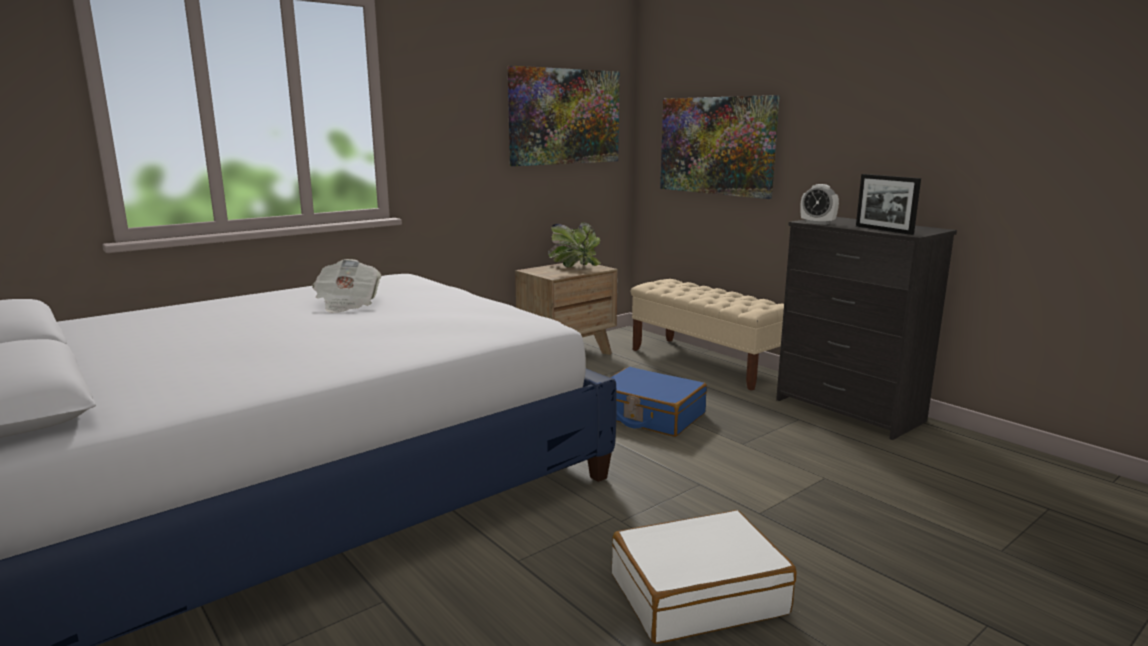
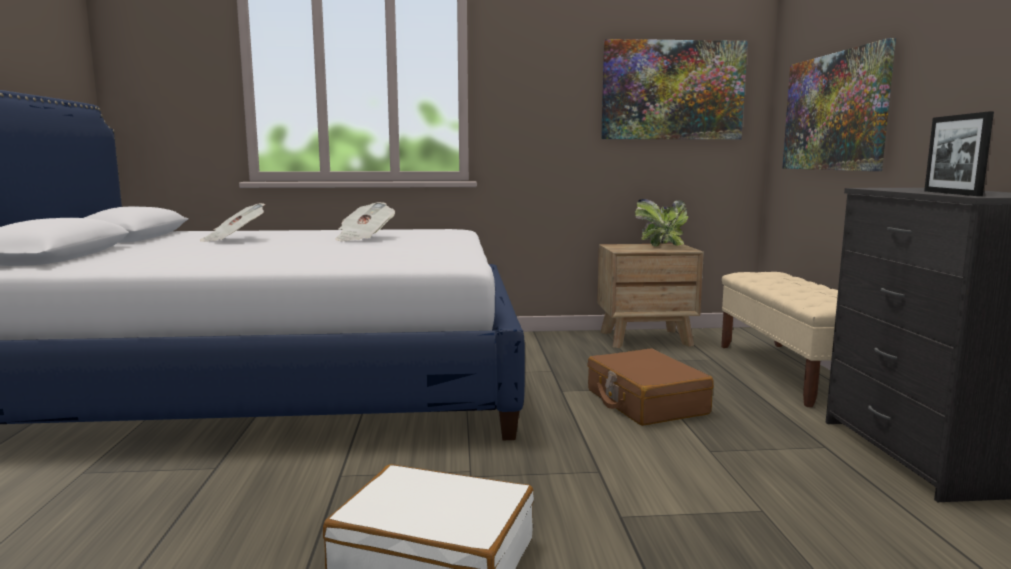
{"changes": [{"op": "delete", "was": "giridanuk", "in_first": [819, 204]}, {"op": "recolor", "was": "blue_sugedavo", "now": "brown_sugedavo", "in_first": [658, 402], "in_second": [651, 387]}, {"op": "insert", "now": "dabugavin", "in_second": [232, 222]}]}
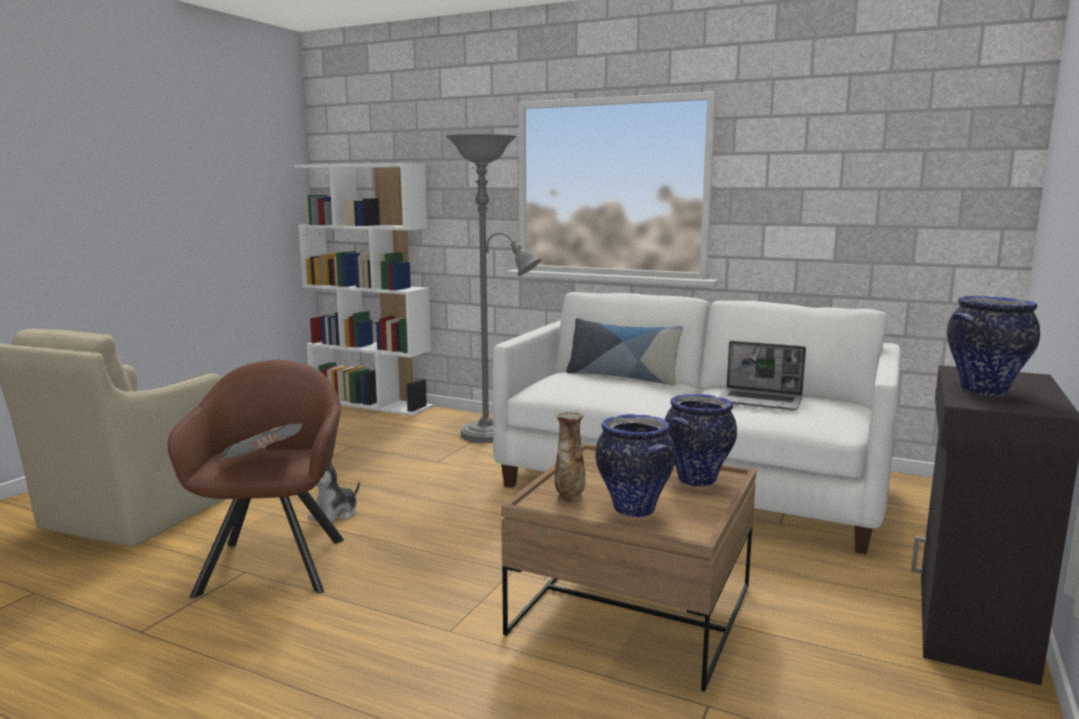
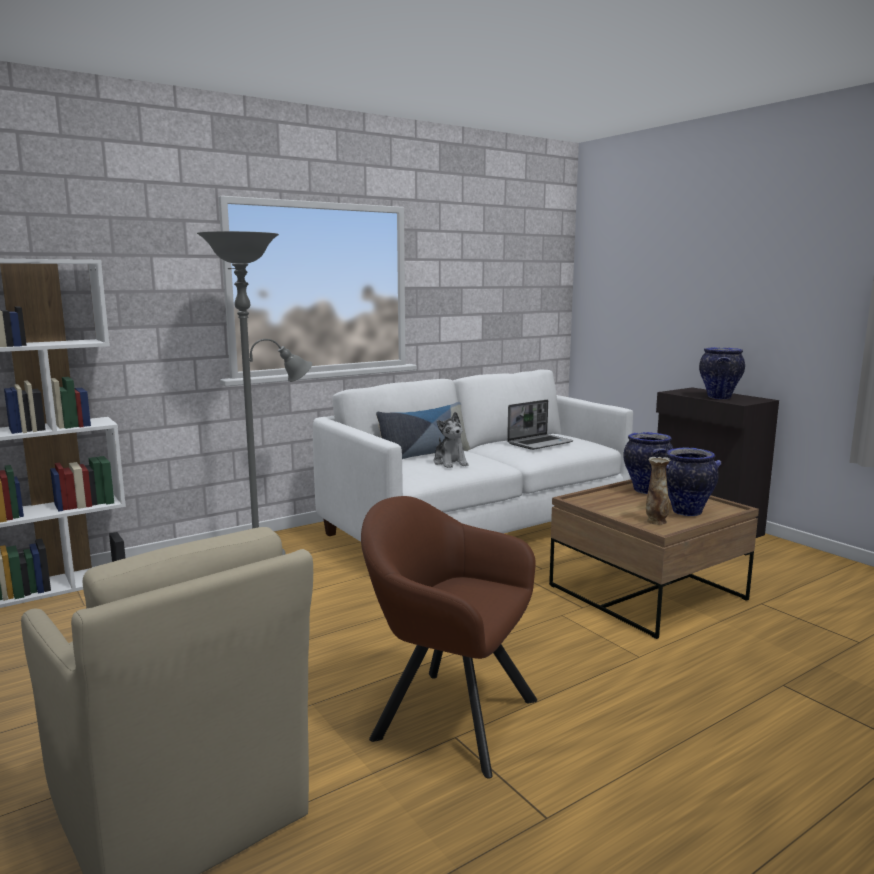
{"changes": [{"op": "delete", "was": "dabugavin", "in_first": [261, 441]}, {"op": "move", "was": "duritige", "in_first": [334, 492], "in_second": [451, 440]}]}
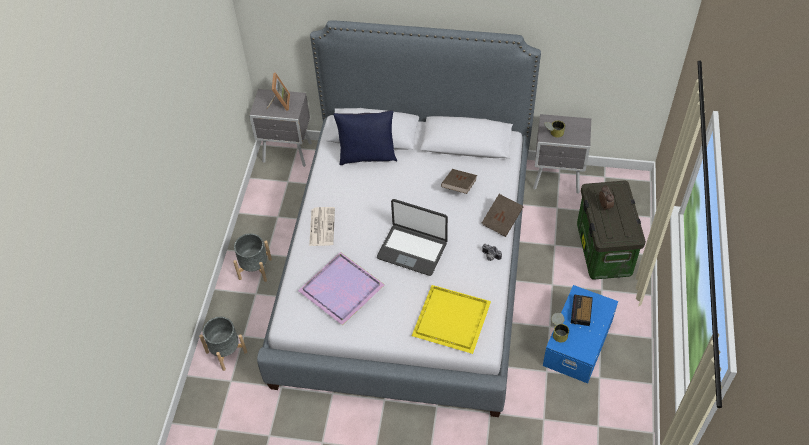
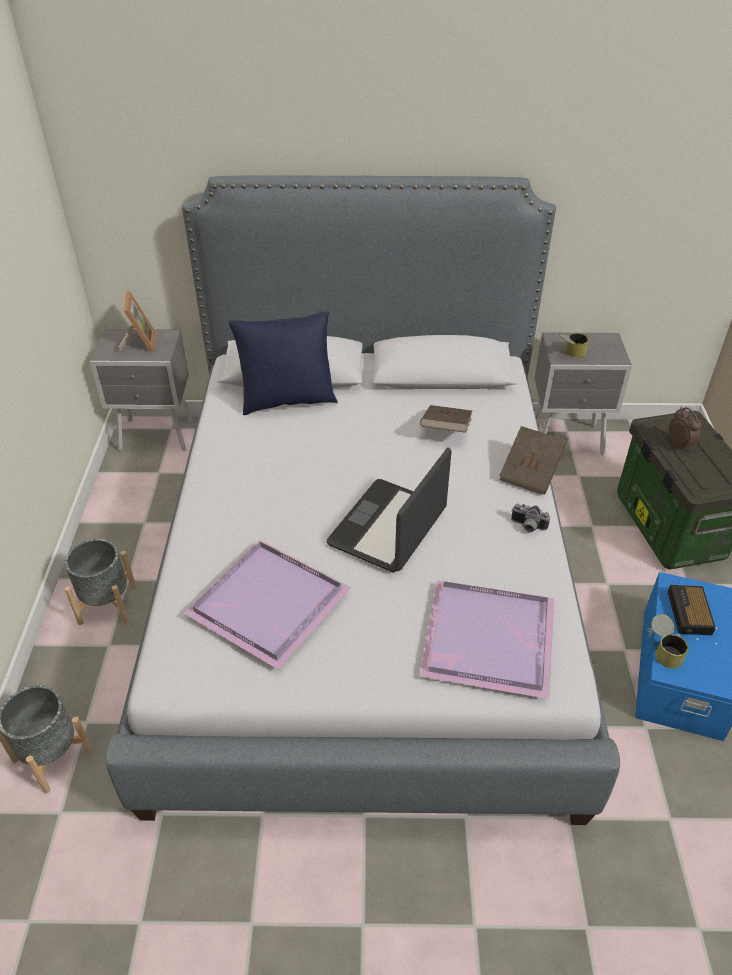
{"changes": [{"op": "rotate", "was": "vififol", "in_first": [412, 237], "in_second": [389, 509], "clockwise": 105}, {"op": "delete", "was": "dabugavin", "in_first": [322, 226]}, {"op": "recolor", "was": "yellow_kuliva", "now": "purple_kuliva", "in_first": [451, 319], "in_second": [486, 639]}]}
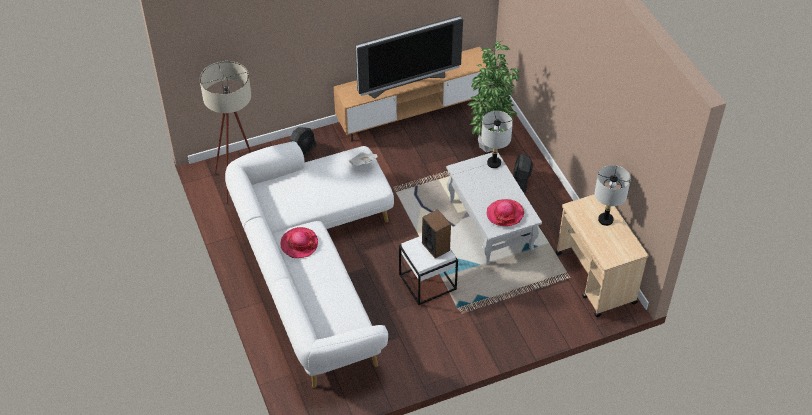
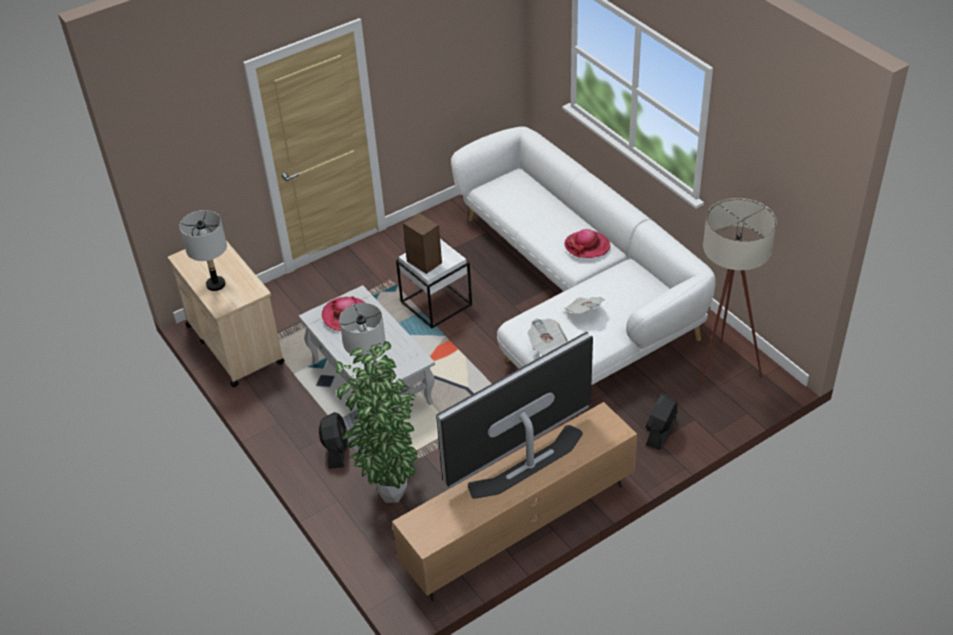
{"changes": [{"op": "insert", "now": "dabugavin", "in_second": [584, 305]}]}
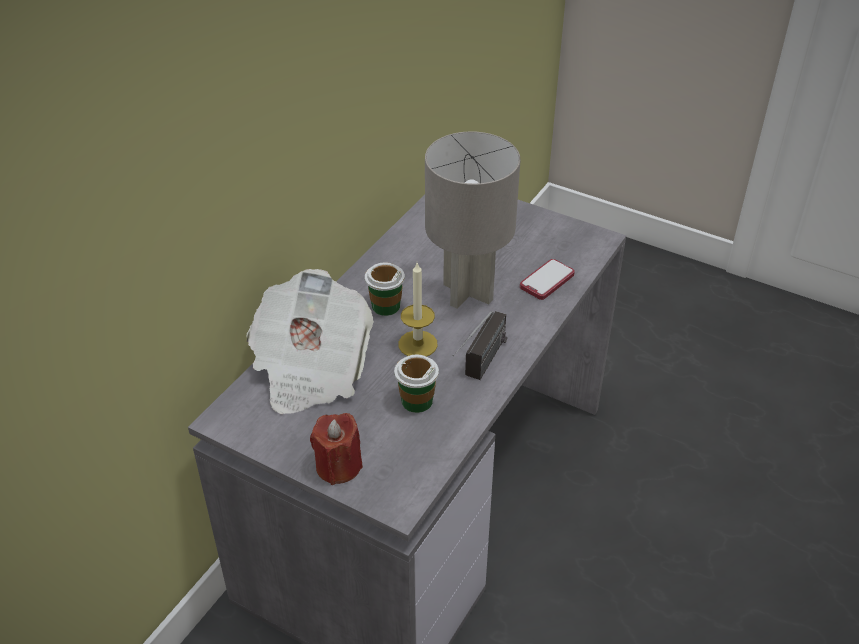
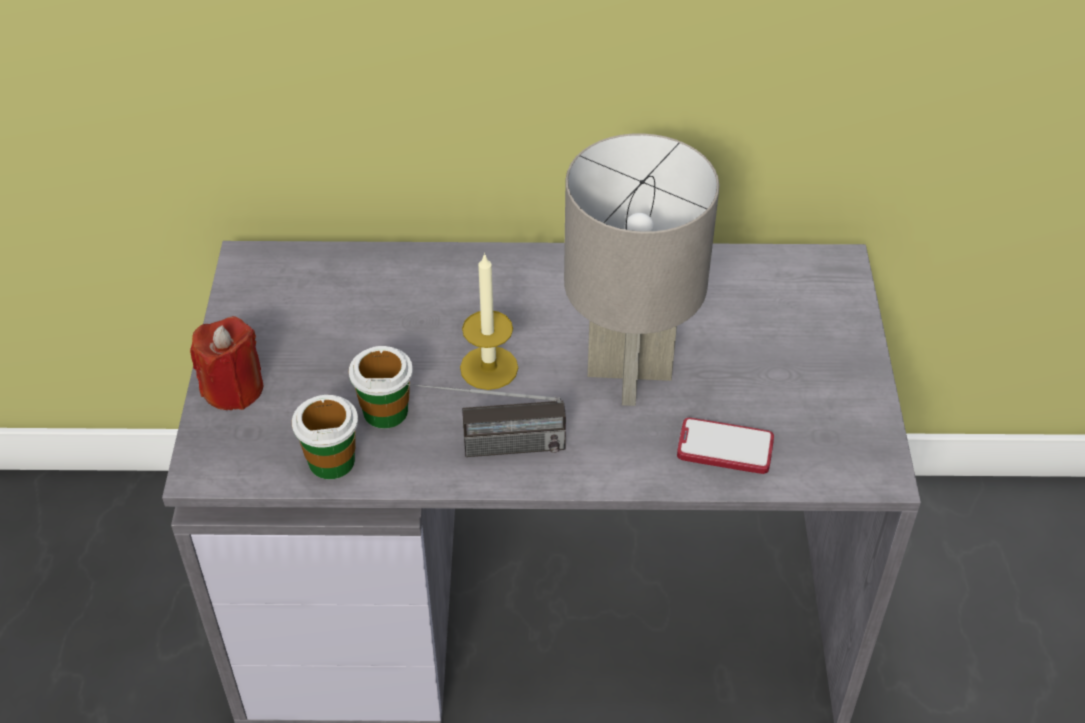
{"changes": [{"op": "move", "was": "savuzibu", "in_first": [385, 289], "in_second": [325, 437]}, {"op": "delete", "was": "dabugavin", "in_first": [310, 341]}]}
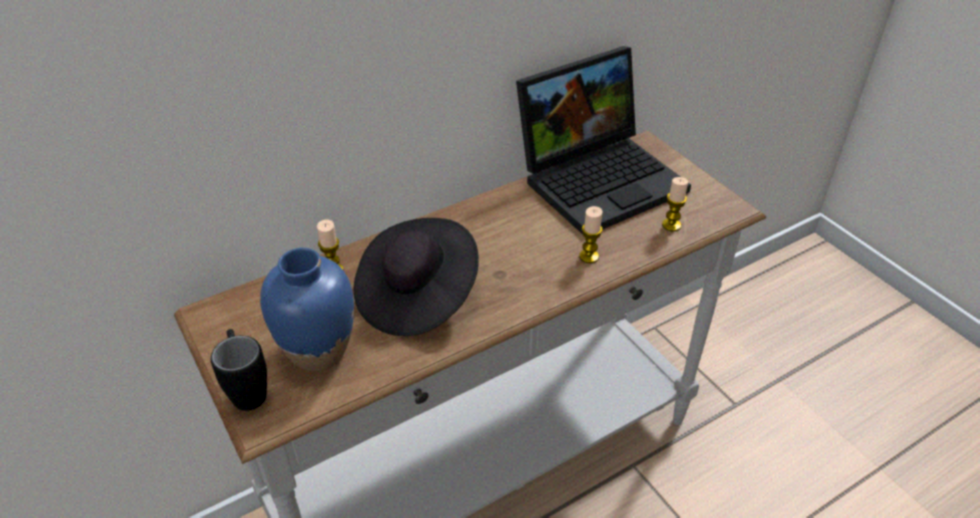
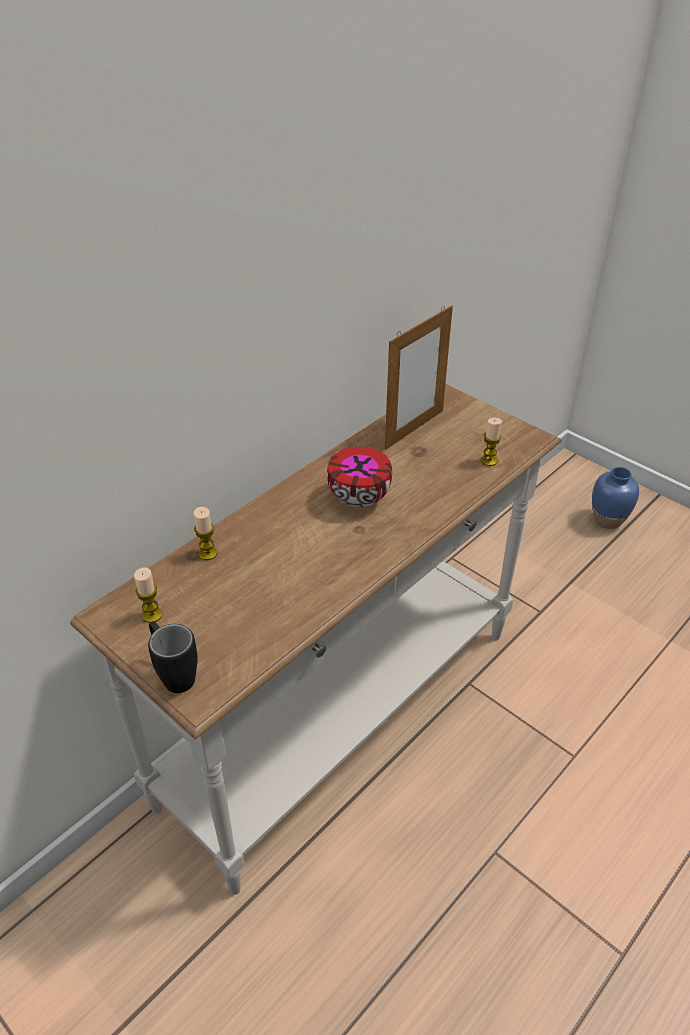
{"changes": [{"op": "replace", "was": "vififol", "now": "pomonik", "in_first": [603, 140], "in_second": [419, 377]}, {"op": "move", "was": "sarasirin", "in_first": [590, 234], "in_second": [148, 595]}, {"op": "delete", "was": "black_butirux", "in_first": [416, 277]}, {"op": "move", "was": "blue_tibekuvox", "in_first": [307, 309], "in_second": [615, 498]}, {"op": "insert", "now": "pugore", "in_second": [359, 477]}]}
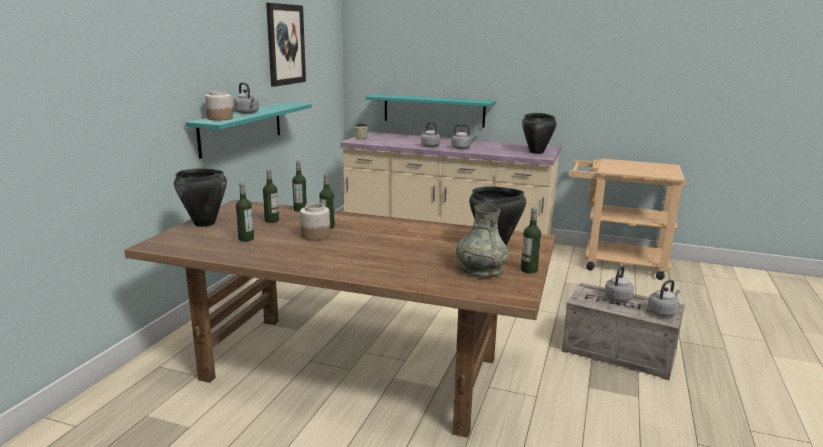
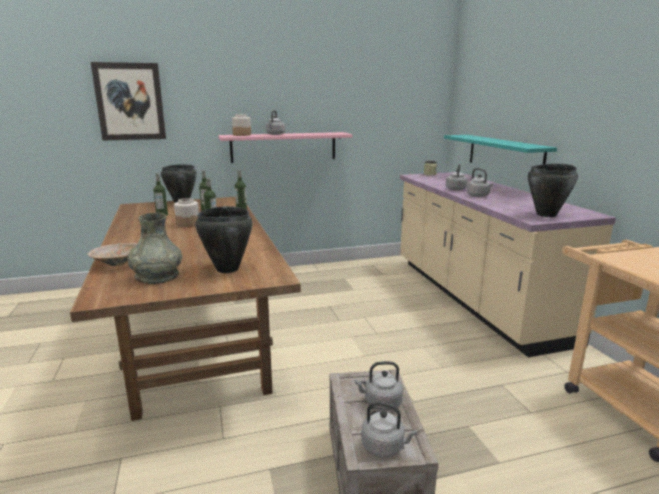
{"changes": [{"op": "move", "was": "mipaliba", "in_first": [286, 45], "in_second": [128, 101]}, {"op": "recolor", "was": "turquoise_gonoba", "now": "pink_gonoba", "in_first": [249, 130], "in_second": [285, 147]}, {"op": "delete", "was": "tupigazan", "in_first": [531, 241]}, {"op": "insert", "now": "beige_pugore", "in_second": [112, 254]}]}
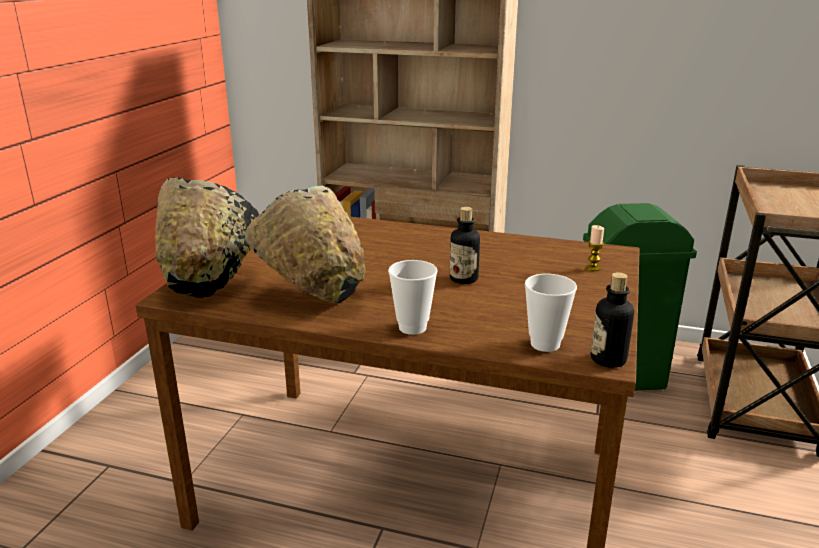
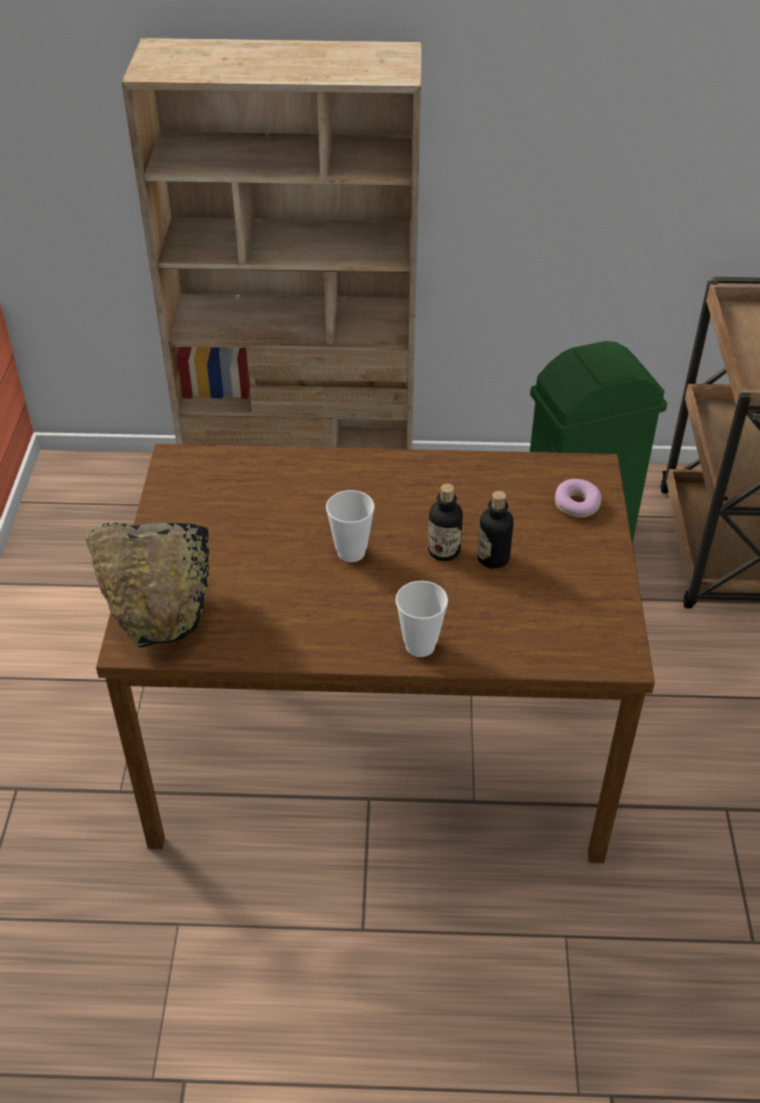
{"changes": [{"op": "delete", "was": "black_pugore", "in_first": [305, 244]}, {"op": "replace", "was": "sarasirin", "now": "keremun", "in_first": [595, 248], "in_second": [578, 498]}, {"op": "move", "was": "tupigazan", "in_first": [612, 320], "in_second": [495, 530]}, {"op": "move", "was": "savuzibu", "in_first": [551, 313], "in_second": [350, 526]}]}
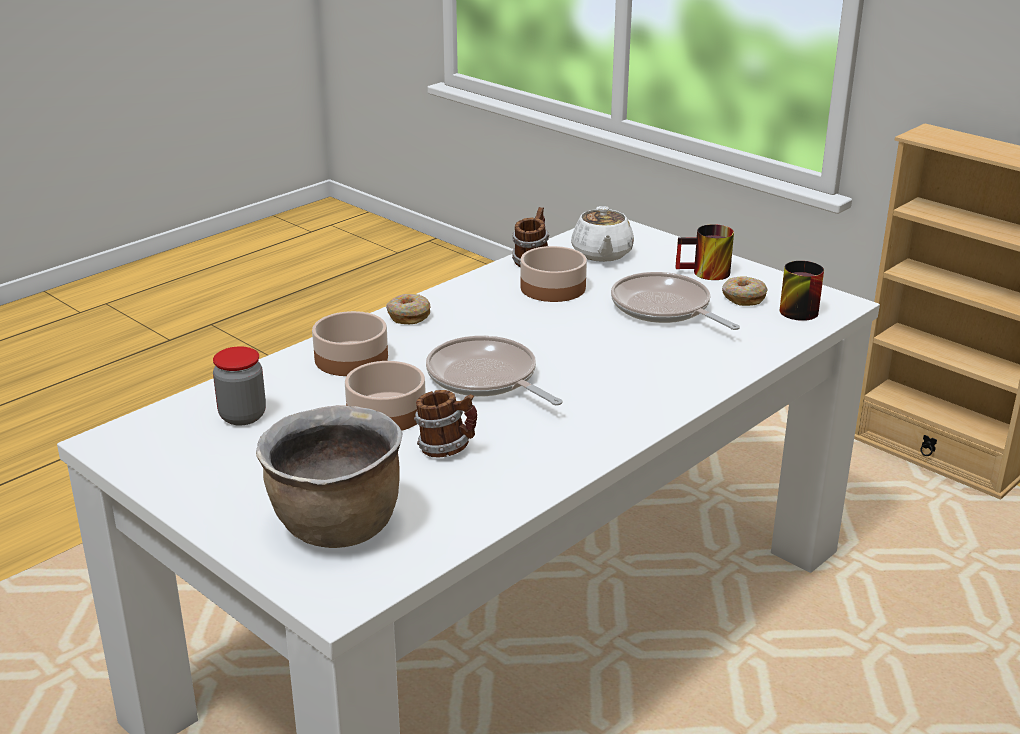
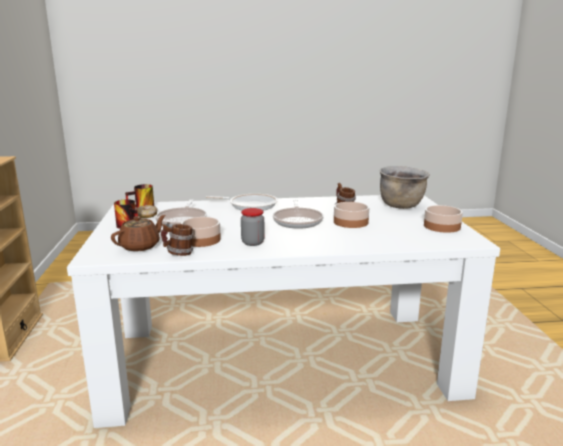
{"changes": [{"op": "recolor", "was": "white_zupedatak", "now": "brown_zupedatak", "in_first": [602, 234], "in_second": [138, 233]}, {"op": "delete", "was": "keremun", "in_first": [408, 309]}, {"op": "move", "was": "pugore", "in_first": [350, 343], "in_second": [443, 219]}, {"op": "move", "was": "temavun", "in_first": [239, 386], "in_second": [253, 227]}, {"op": "insert", "now": "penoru", "in_second": [242, 202]}]}
